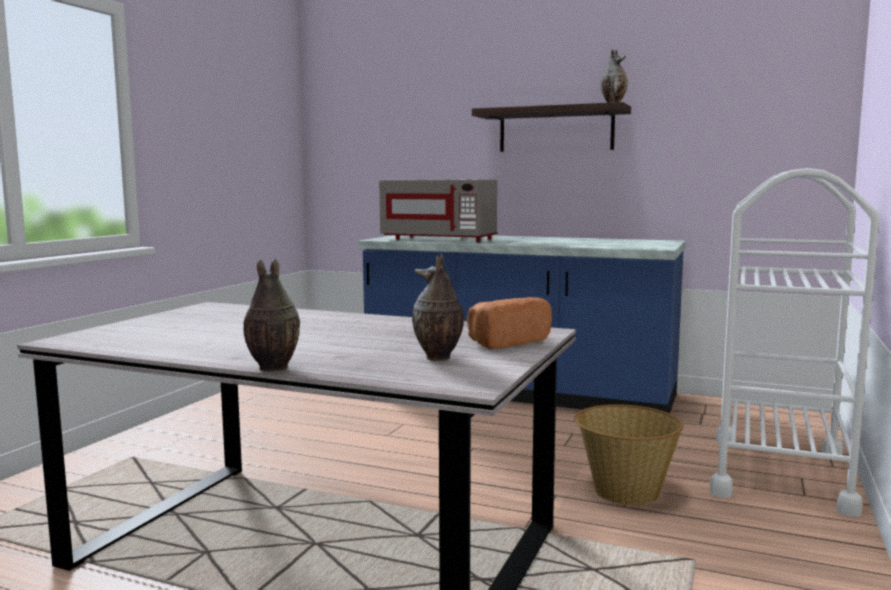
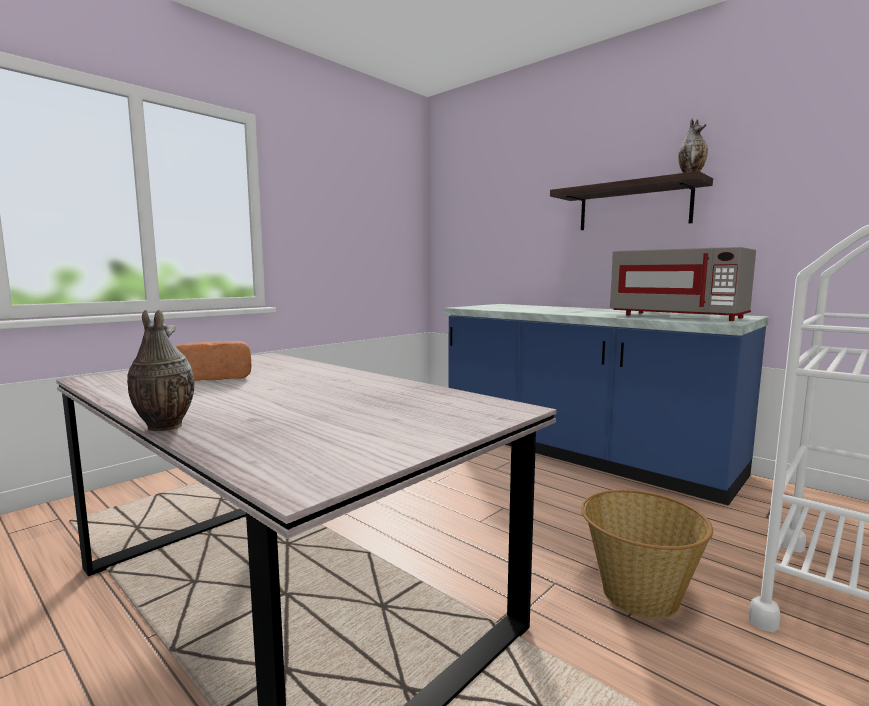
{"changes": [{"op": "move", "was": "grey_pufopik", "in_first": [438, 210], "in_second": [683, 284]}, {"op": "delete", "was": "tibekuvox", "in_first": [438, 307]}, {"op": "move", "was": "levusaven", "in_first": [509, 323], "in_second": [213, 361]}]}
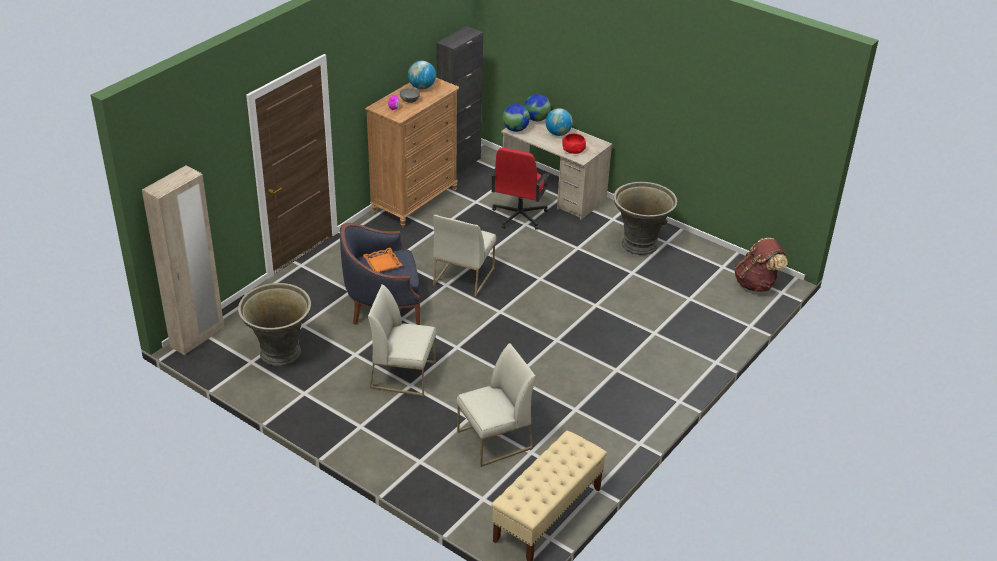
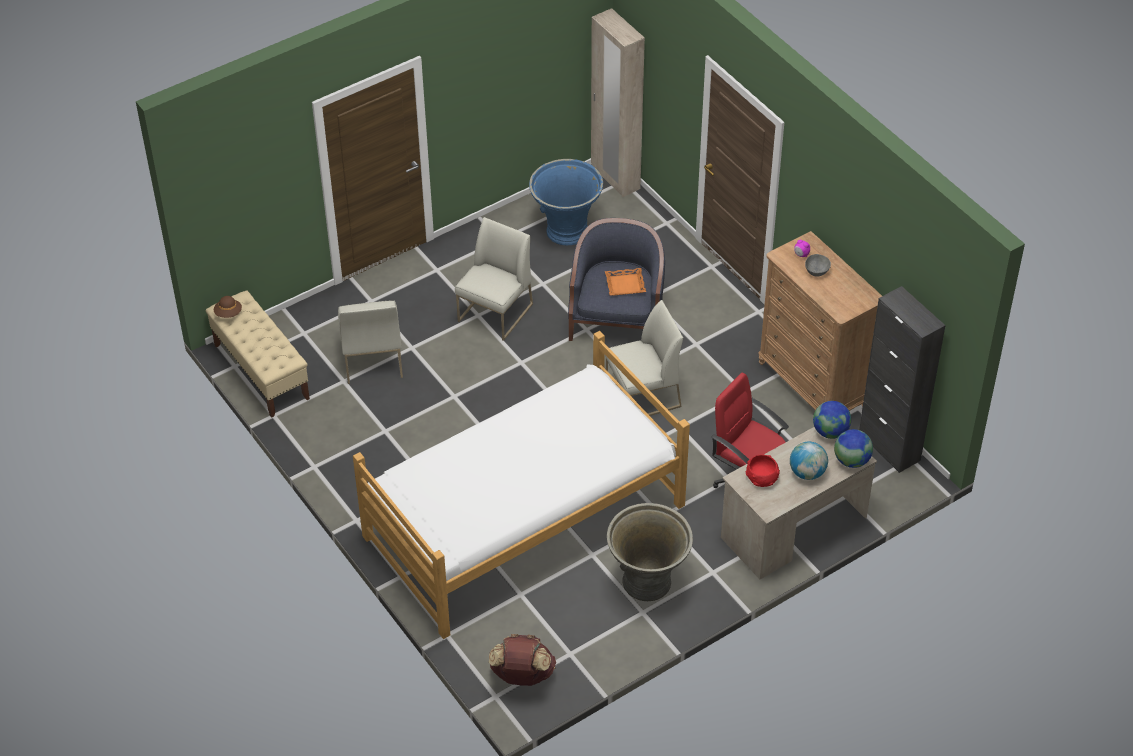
{"changes": [{"op": "delete", "was": "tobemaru", "in_first": [422, 75]}, {"op": "rotate", "was": "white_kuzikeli", "in_first": [464, 255], "in_second": [644, 358], "clockwise": 120}, {"op": "recolor", "was": "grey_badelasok", "now": "blue_badelasok", "in_first": [274, 325], "in_second": [566, 202]}, {"op": "insert", "now": "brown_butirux", "in_second": [228, 307]}, {"op": "insert", "now": "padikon", "in_second": [521, 485]}]}
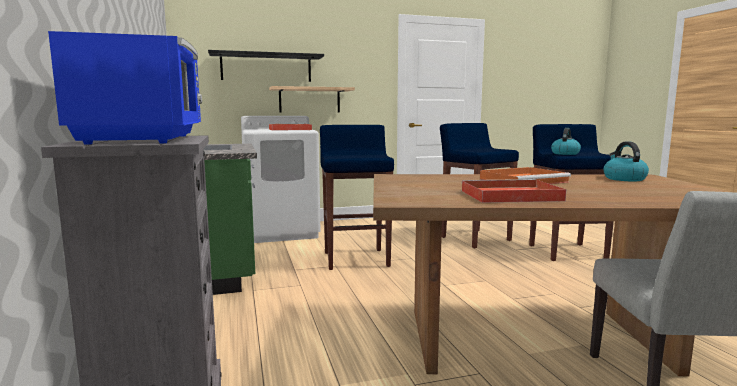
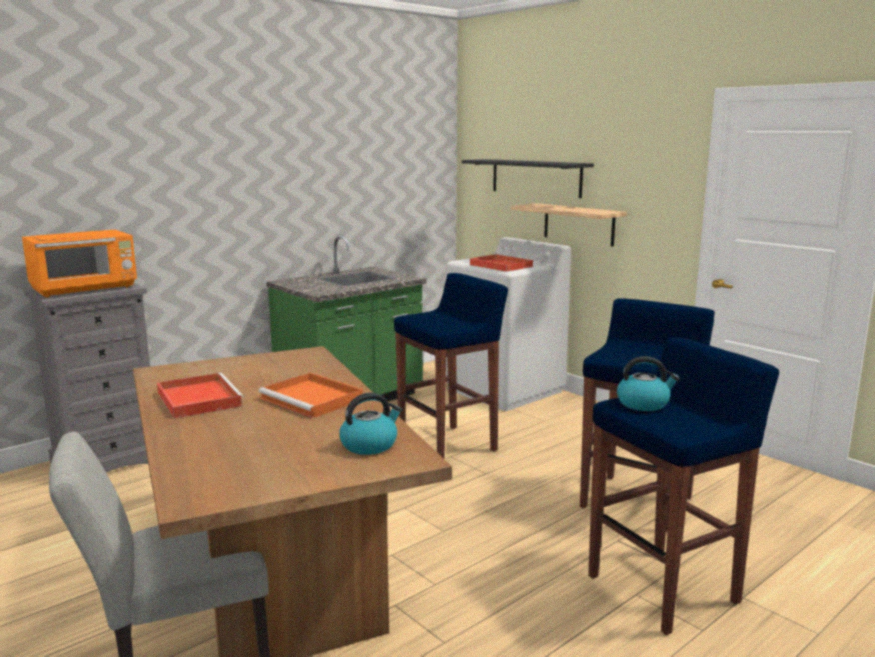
{"changes": [{"op": "recolor", "was": "blue_pufopik", "now": "orange_pufopik", "in_first": [125, 88], "in_second": [79, 263]}]}
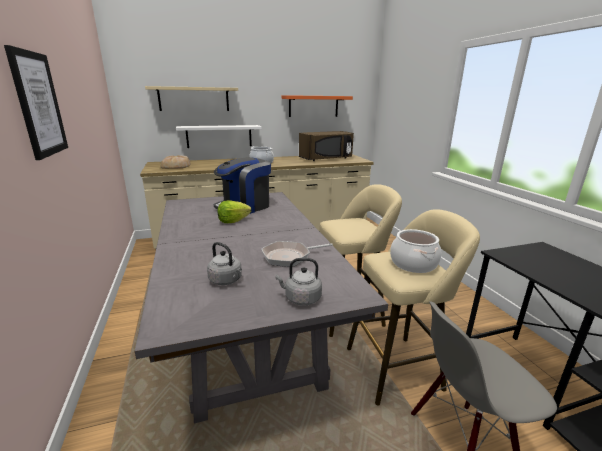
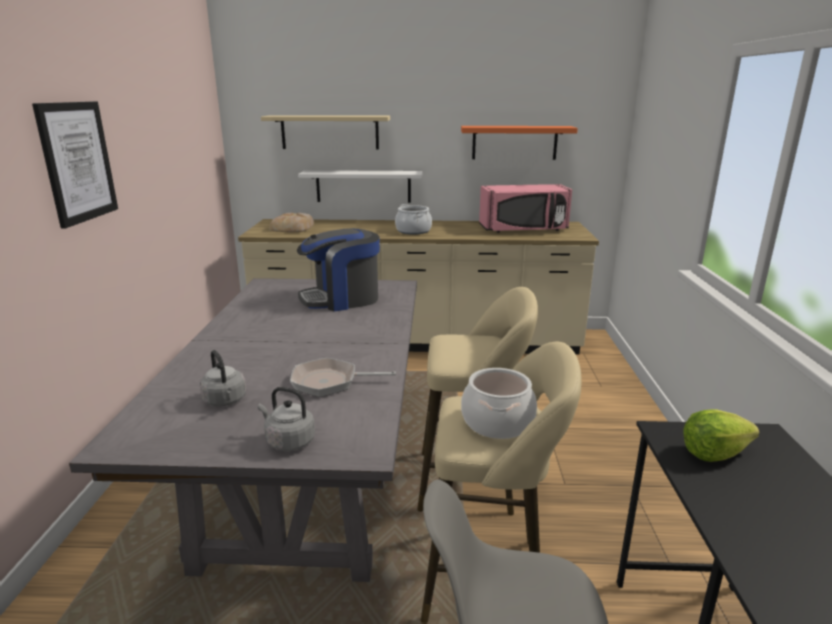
{"changes": [{"op": "recolor", "was": "brown_pufopik", "now": "pink_pufopik", "in_first": [326, 146], "in_second": [525, 208]}, {"op": "move", "was": "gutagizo", "in_first": [234, 211], "in_second": [721, 435]}]}
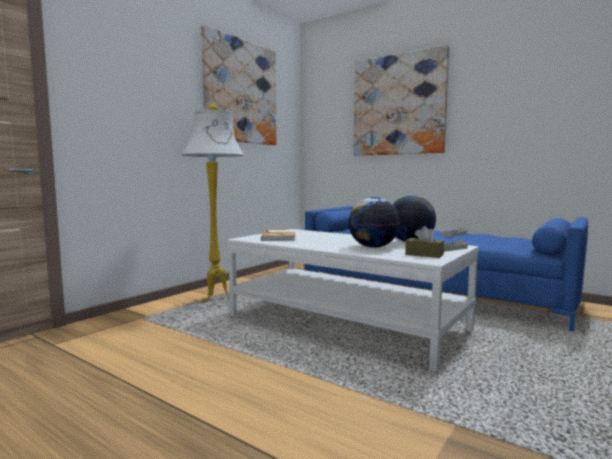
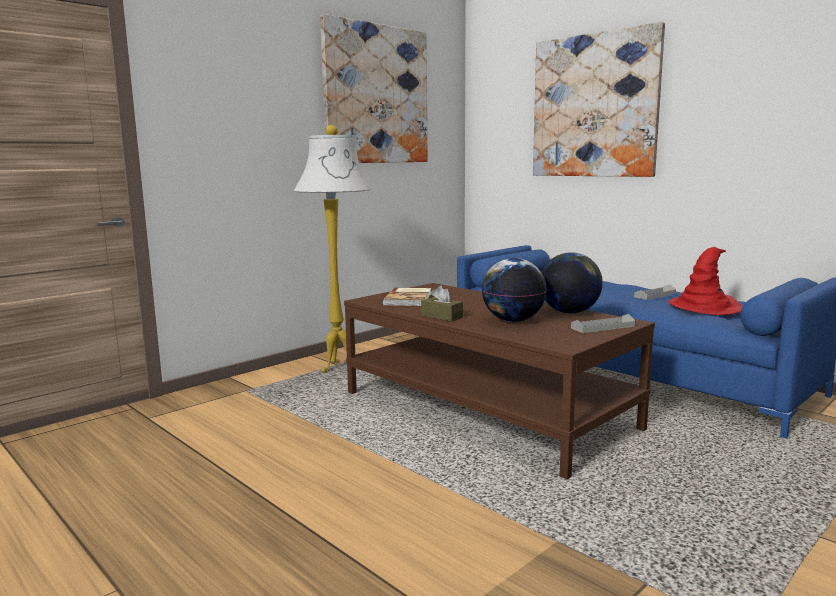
{"changes": [{"op": "move", "was": "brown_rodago", "in_first": [424, 242], "in_second": [442, 304]}, {"op": "recolor", "was": "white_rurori", "now": "brown_rurori", "in_first": [353, 300], "in_second": [499, 381]}, {"op": "insert", "now": "red_butirux", "in_second": [705, 281]}]}
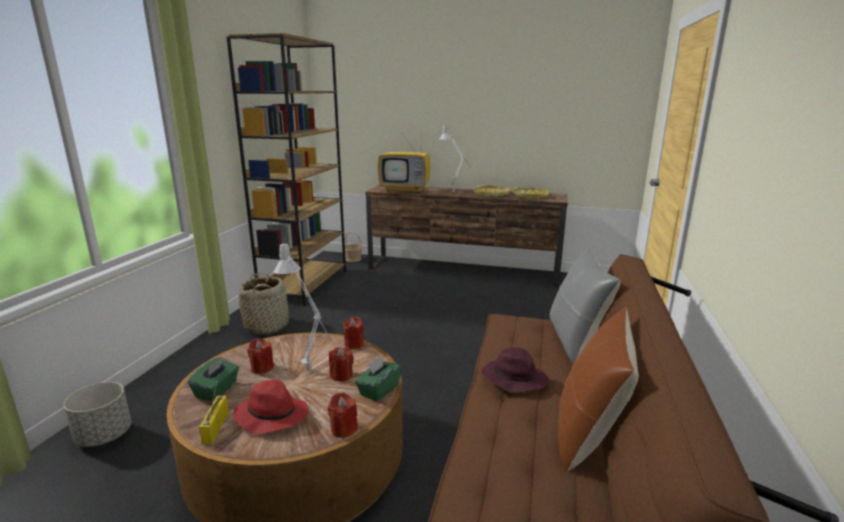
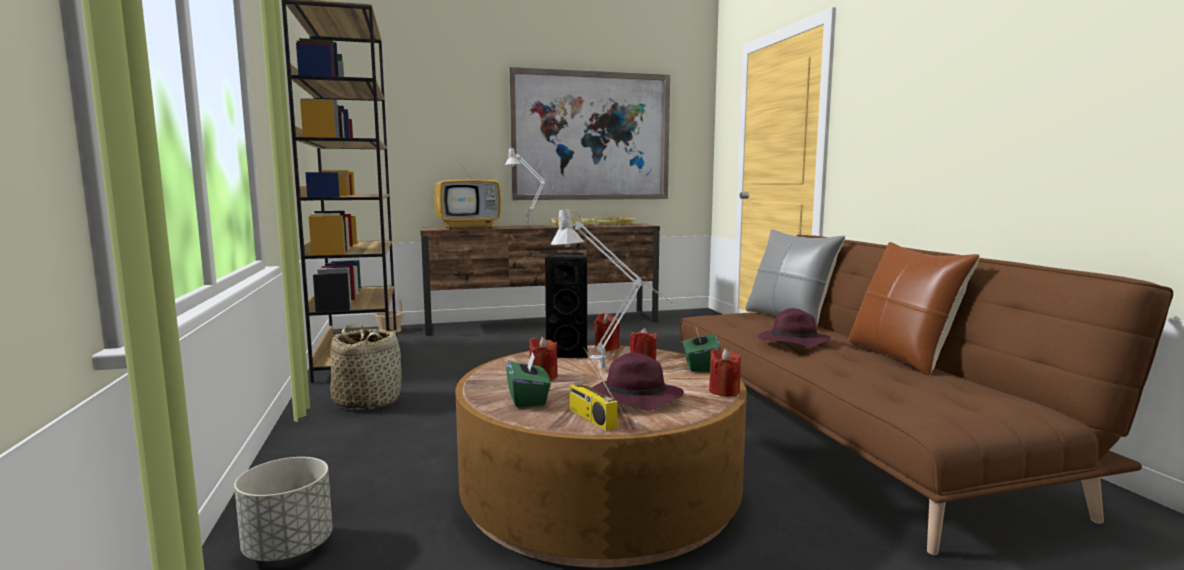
{"changes": [{"op": "recolor", "was": "red_butirux", "now": "purple_butirux", "in_first": [271, 406], "in_second": [638, 381]}, {"op": "insert", "now": "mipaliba", "in_second": [589, 133]}, {"op": "insert", "now": "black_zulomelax", "in_second": [566, 306]}]}
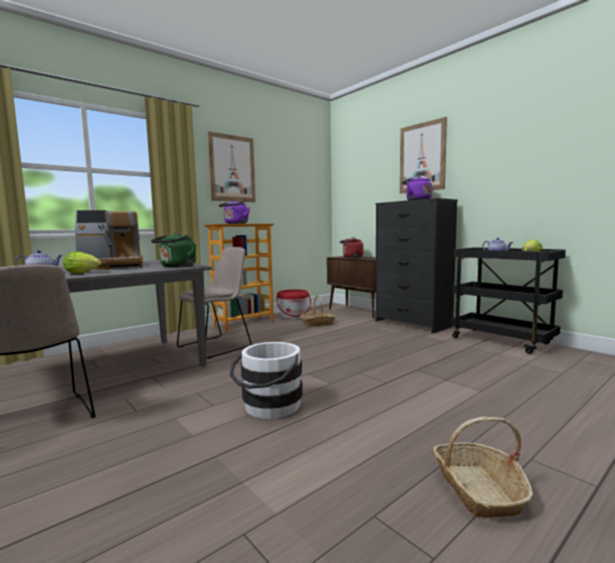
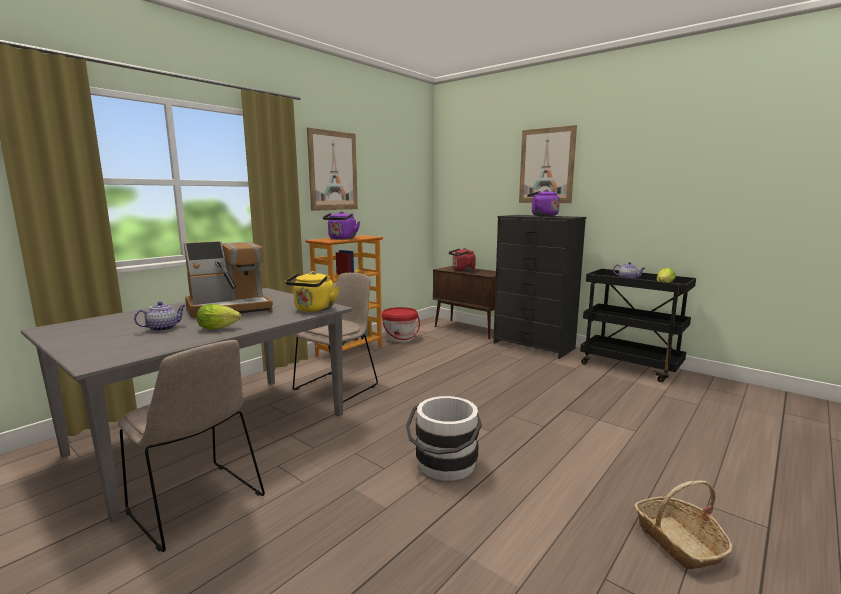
{"changes": [{"op": "recolor", "was": "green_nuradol", "now": "yellow_nuradol", "in_first": [173, 250], "in_second": [312, 291]}, {"op": "delete", "was": "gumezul", "in_first": [318, 311]}]}
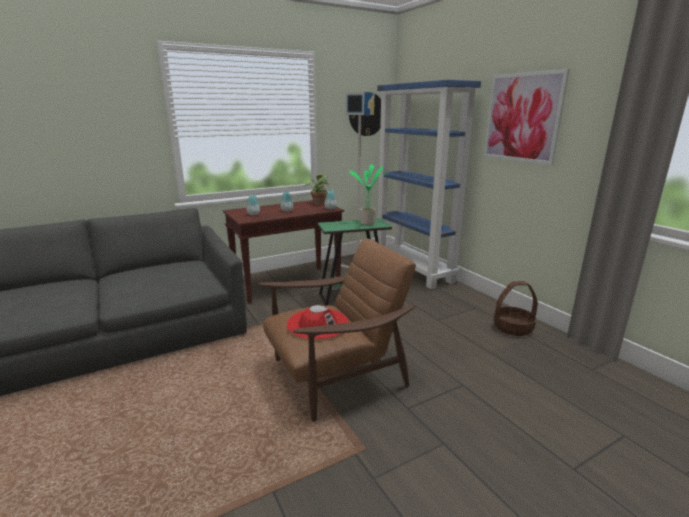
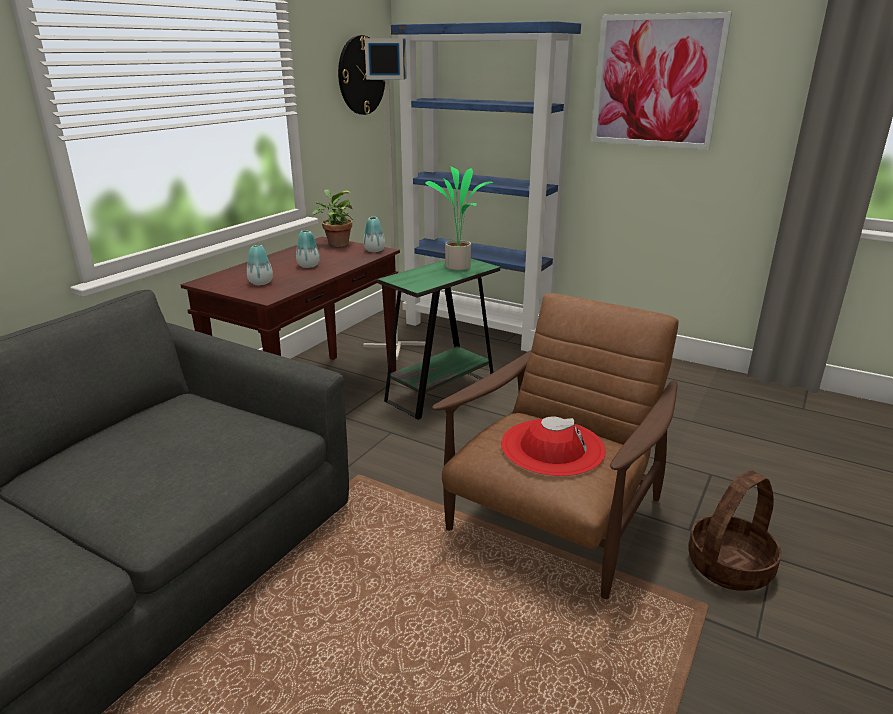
{"changes": [{"op": "move", "was": "gumezul", "in_first": [516, 308], "in_second": [734, 530]}]}
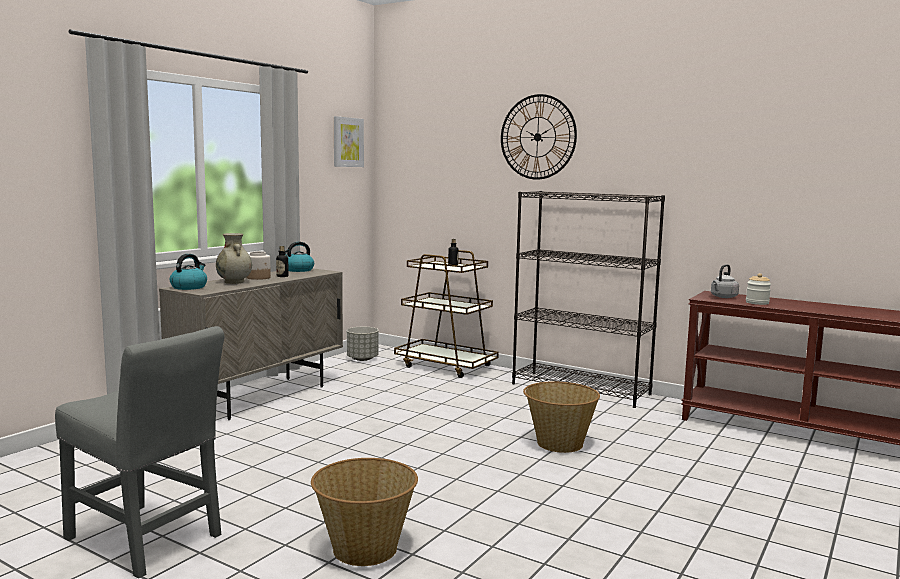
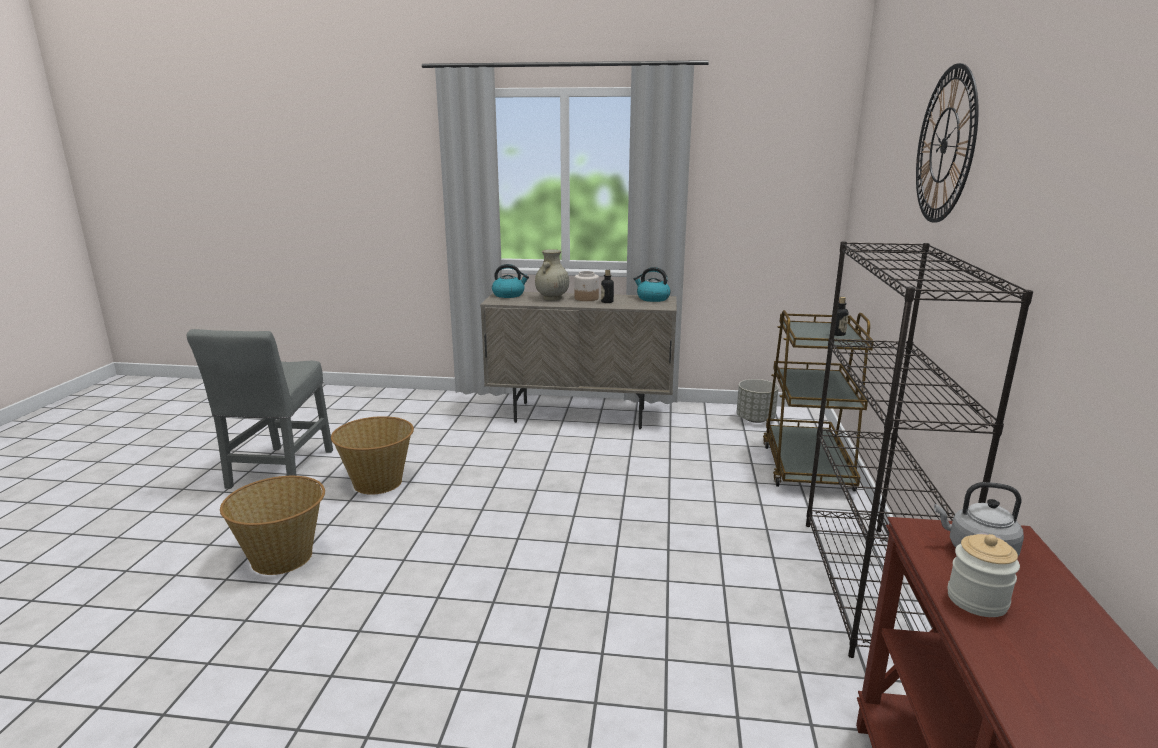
{"changes": [{"op": "delete", "was": "mipaliba", "in_first": [349, 141]}, {"op": "move", "was": "gumezul", "in_first": [561, 417], "in_second": [372, 455]}]}
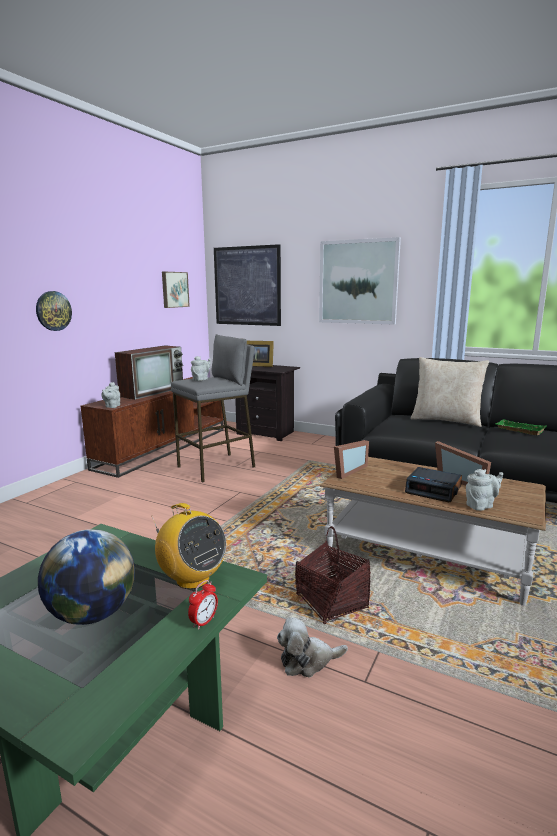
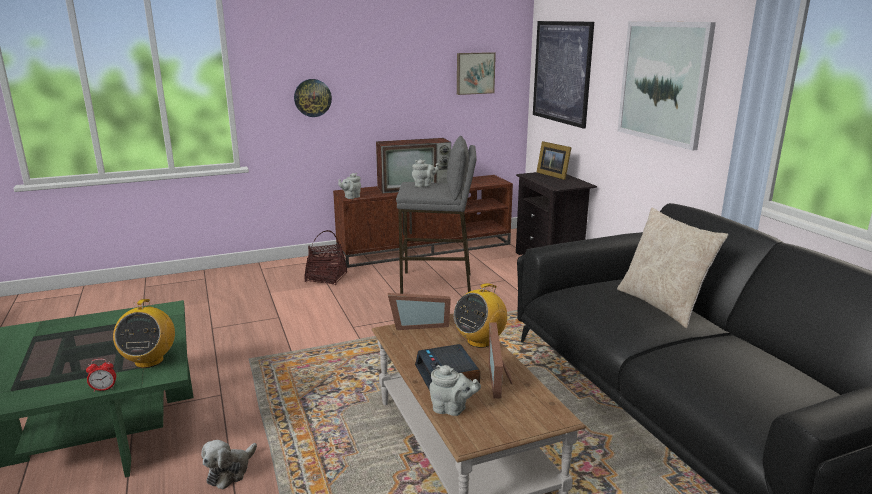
{"changes": [{"op": "delete", "was": "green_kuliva", "in_first": [521, 427]}, {"op": "move", "was": "gumezul", "in_first": [333, 575], "in_second": [325, 257]}, {"op": "delete", "was": "tobemaru", "in_first": [86, 577]}, {"op": "rotate", "was": "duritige", "in_first": [312, 647], "in_second": [229, 465], "clockwise": -90}, {"op": "insert", "now": "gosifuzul", "in_second": [480, 315]}]}
